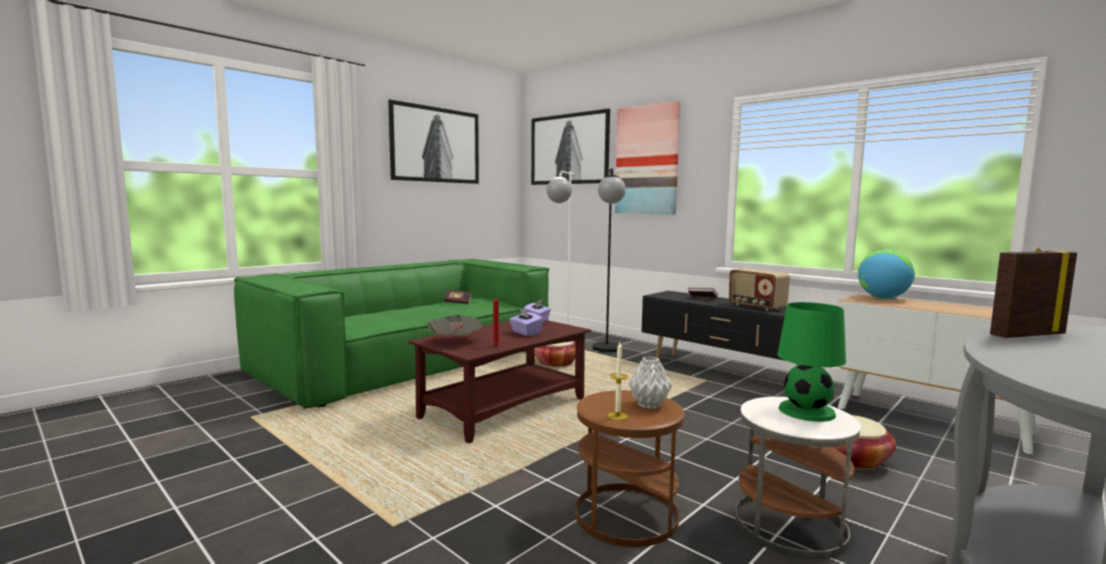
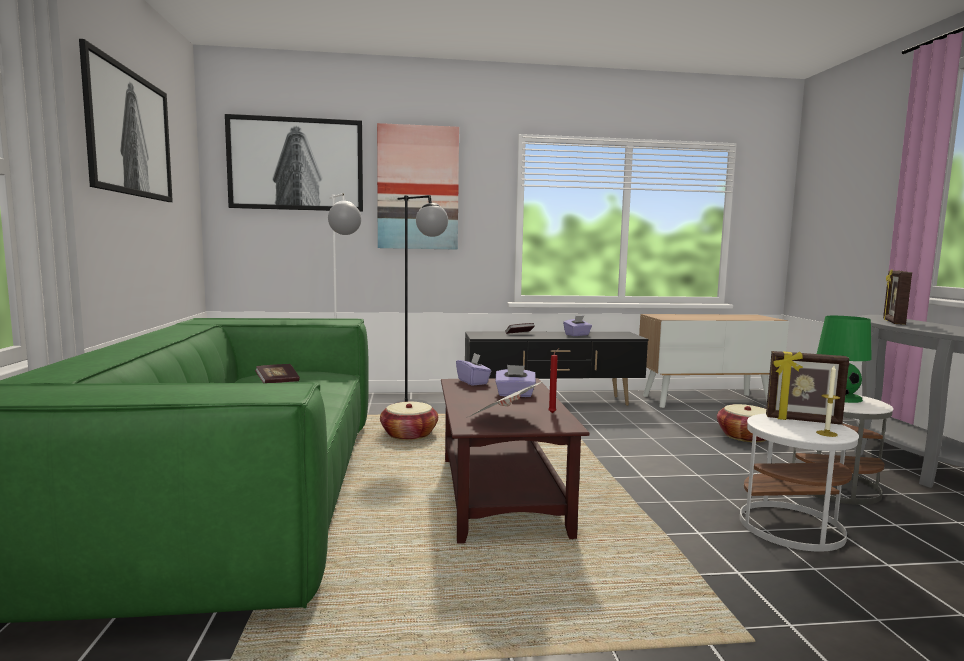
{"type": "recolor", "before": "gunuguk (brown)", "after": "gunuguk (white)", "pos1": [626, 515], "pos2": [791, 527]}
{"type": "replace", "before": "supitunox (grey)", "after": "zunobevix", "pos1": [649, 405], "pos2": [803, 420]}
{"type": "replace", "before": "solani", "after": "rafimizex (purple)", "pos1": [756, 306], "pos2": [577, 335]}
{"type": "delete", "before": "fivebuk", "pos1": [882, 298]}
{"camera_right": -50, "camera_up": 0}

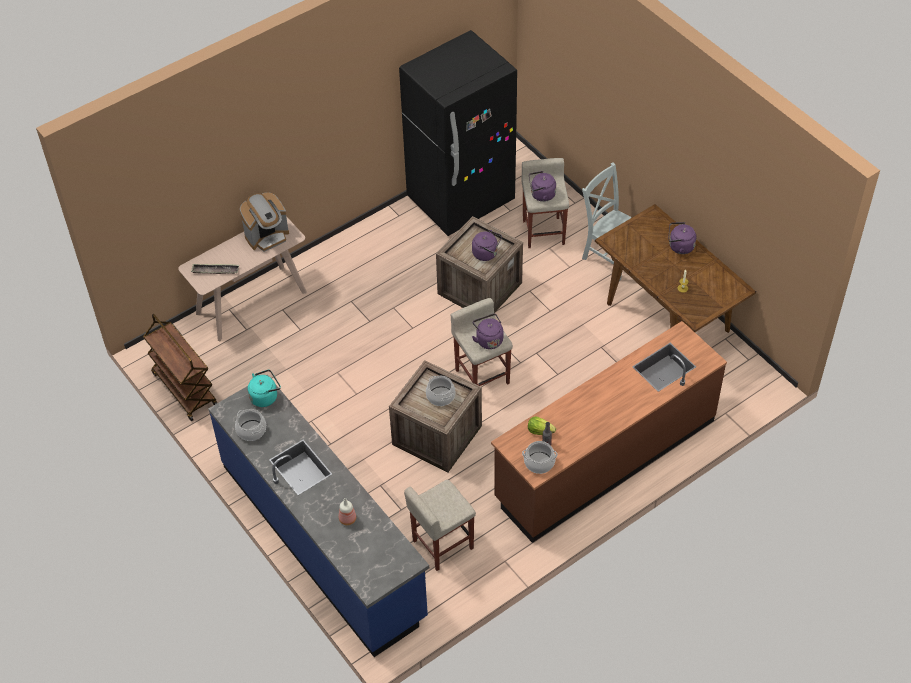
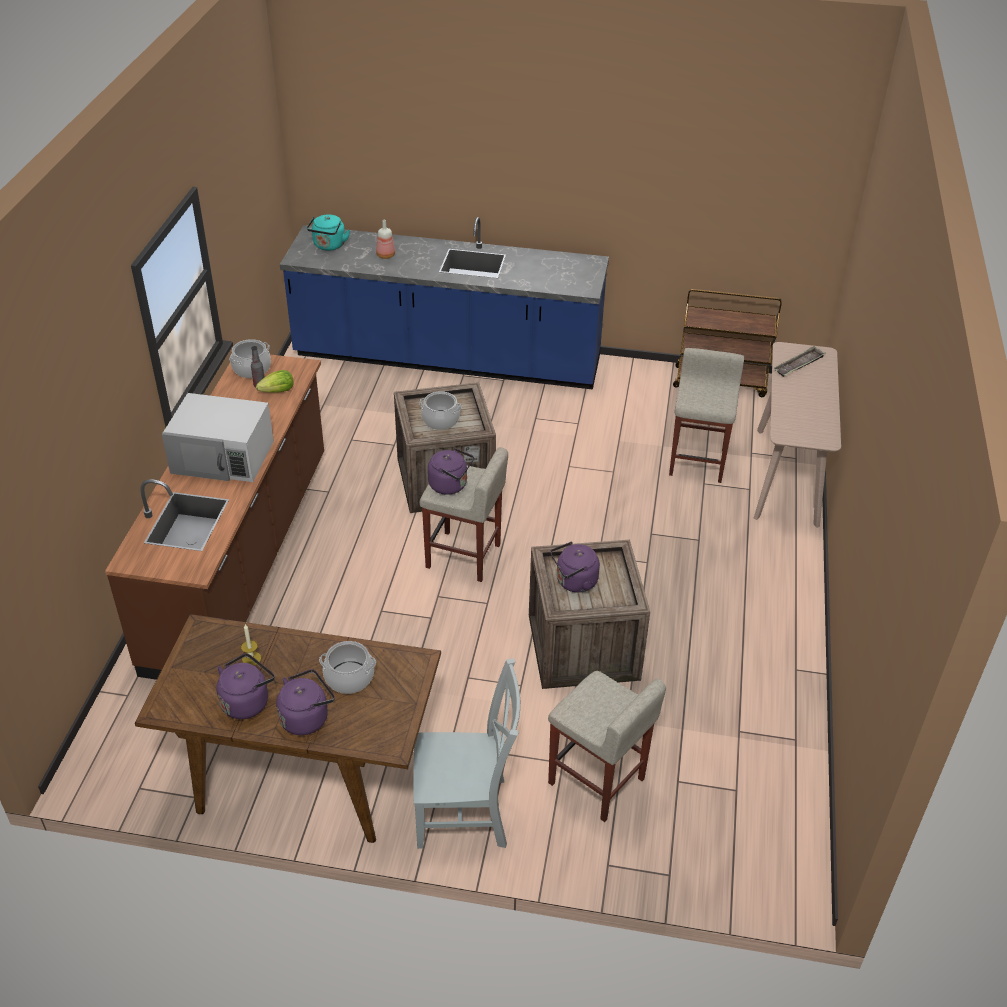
{"type": "move", "before": "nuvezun", "pos1": [251, 430], "pos2": [349, 677]}
{"type": "delete", "before": "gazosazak", "pos1": [267, 236]}
{"type": "move", "before": "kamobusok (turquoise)", "pos1": [265, 396], "pos2": [329, 246]}
{"type": "delete", "before": "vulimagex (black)", "pos1": [461, 200]}
{"type": "move", "before": "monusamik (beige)", "pos1": [442, 545], "pos2": [697, 461]}
{"type": "move", "before": "kamobusok (purple)", "pos1": [541, 195], "pos2": [247, 701]}
{"type": "insert", "after": "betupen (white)", "pos2": [223, 457]}
{"camera_right": 135, "camera_up": -10}

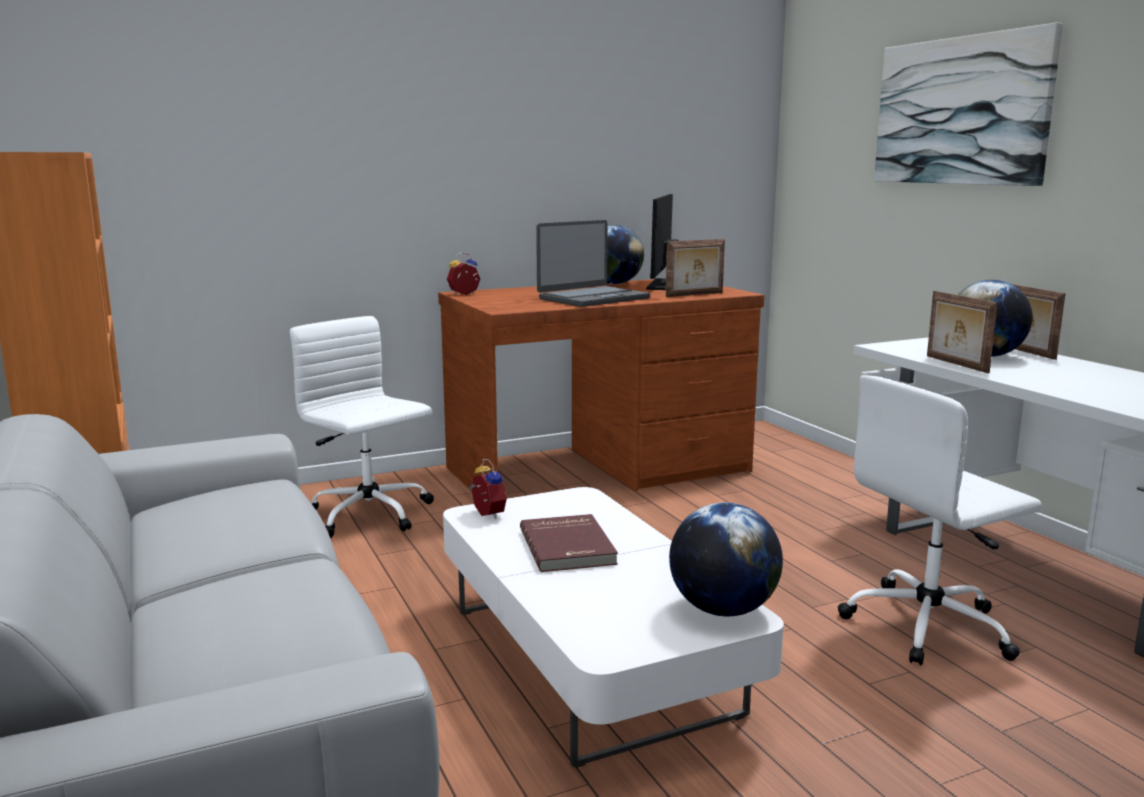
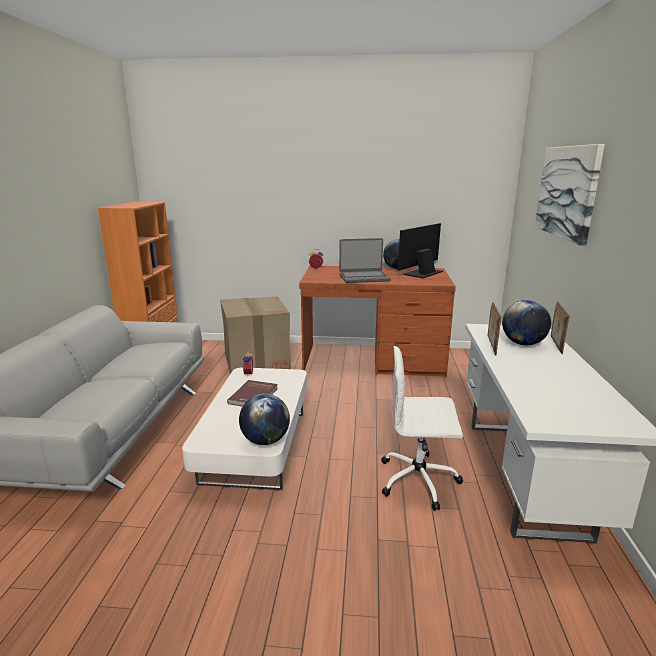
{"type": "replace", "before": "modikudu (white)", "after": "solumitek", "pos1": [370, 515], "pos2": [256, 361]}
{"type": "delete", "before": "zunobevix", "pos1": [695, 295]}
{"camera_right": 30, "camera_up": 5}

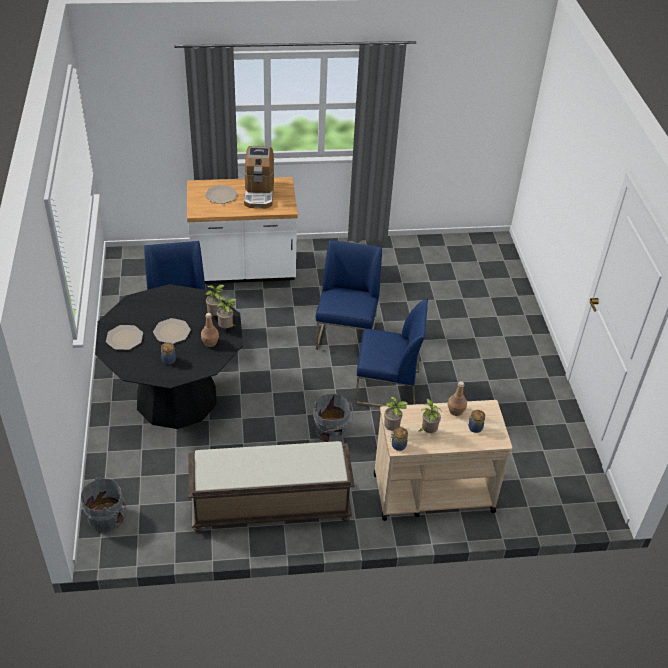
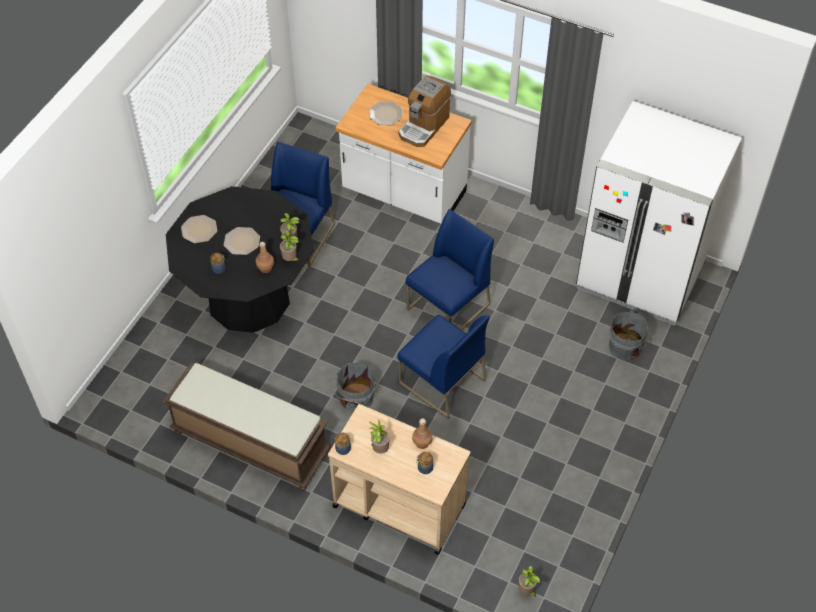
{"type": "move", "before": "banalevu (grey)", "pos1": [108, 516], "pos2": [626, 347]}
{"type": "move", "before": "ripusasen", "pos1": [392, 429], "pos2": [527, 591]}
{"type": "insert", "after": "vulimagex (white)", "pos2": [640, 277]}
{"camera_right": 35, "camera_up": 10}

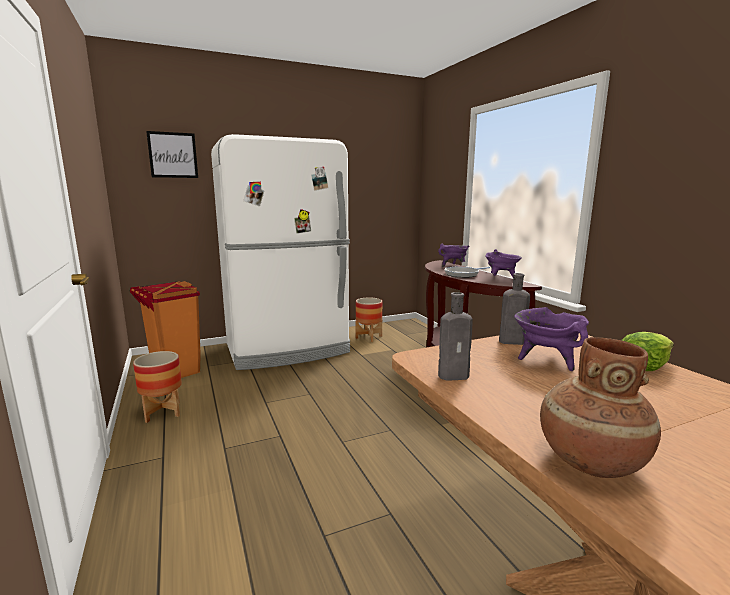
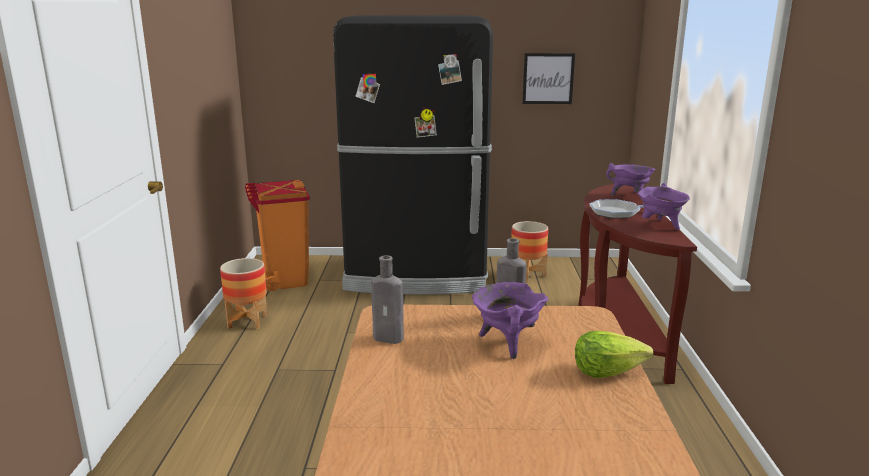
{"type": "move", "before": "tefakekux", "pos1": [173, 155], "pos2": [548, 78]}
{"type": "recolor", "before": "vulimagex (white)", "after": "vulimagex (black)", "pos1": [288, 349], "pos2": [417, 275]}
{"type": "delete", "before": "supitunox (brown)", "pos1": [589, 461]}
{"camera_right": 25, "camera_up": 5}

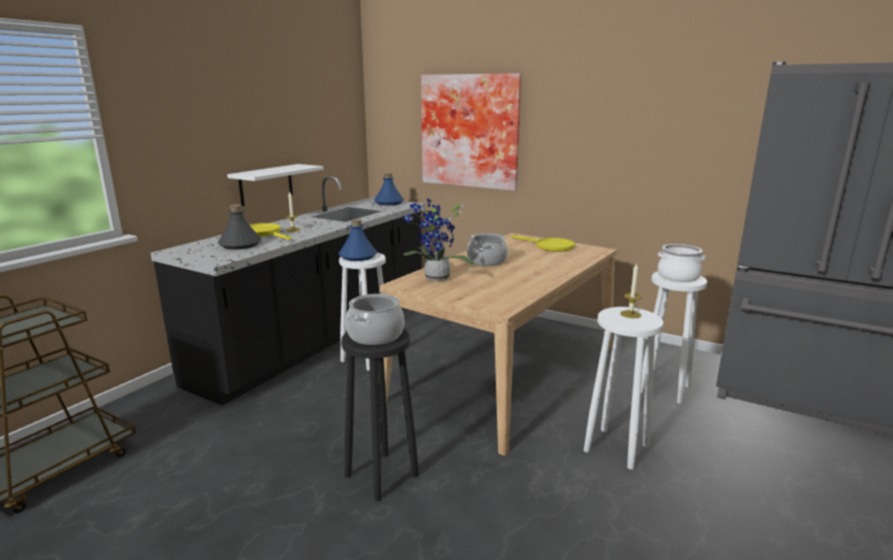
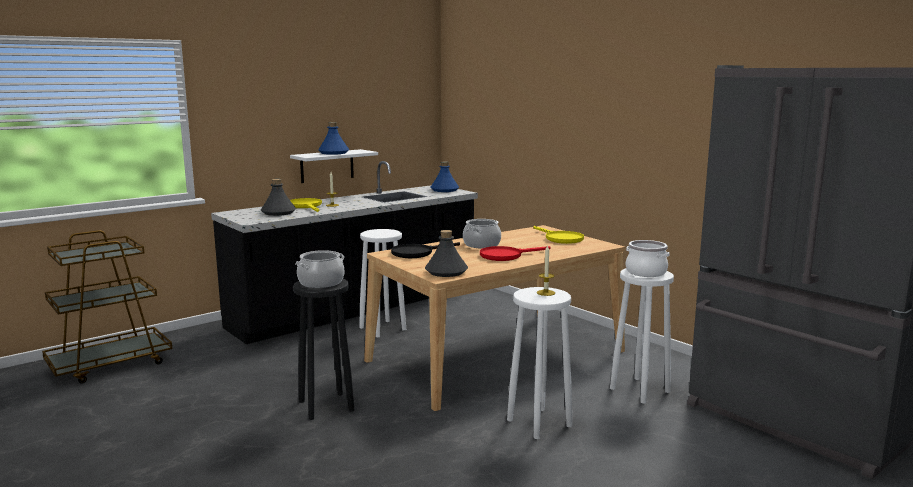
{"type": "move", "before": "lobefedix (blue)", "pos1": [358, 256], "pos2": [333, 153]}
{"type": "replace", "before": "ripusasen", "after": "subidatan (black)", "pos1": [435, 279], "pos2": [417, 253]}
{"type": "delete", "before": "tefakekux", "pos1": [471, 131]}
{"type": "insert", "after": "lobefedix (grey)", "pos2": [446, 272]}
{"type": "insert", "after": "subidatan (red)", "pos2": [506, 256]}
{"camera_right": 20, "camera_up": -5}

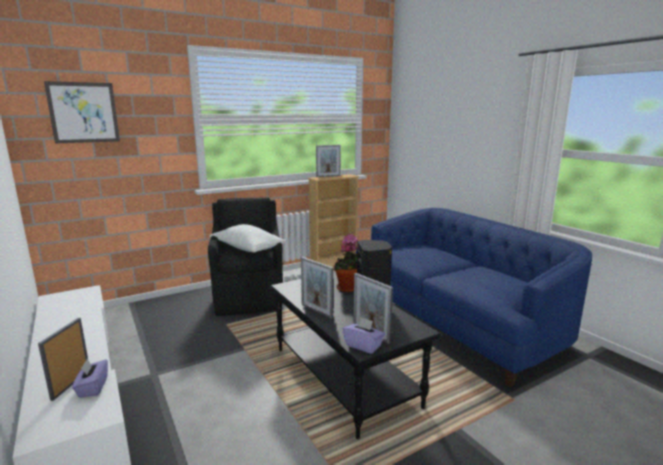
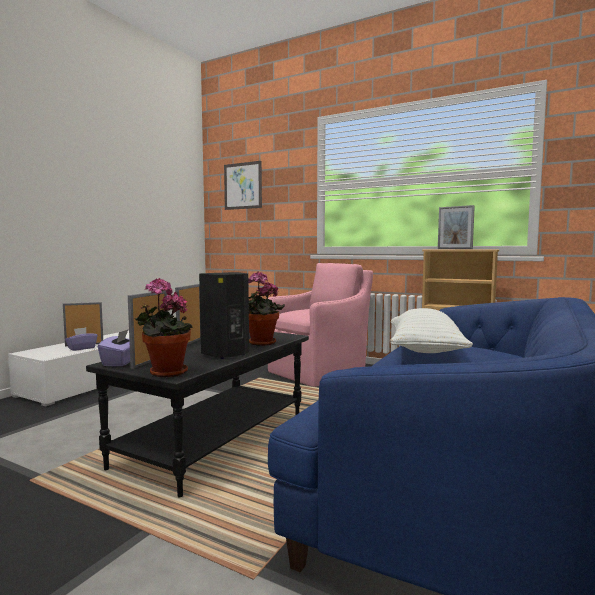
{"type": "recolor", "before": "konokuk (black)", "after": "konokuk (pink)", "pos1": [249, 298], "pos2": [319, 372]}
{"type": "move", "before": "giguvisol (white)", "pos1": [247, 249], "pos2": [425, 349]}
{"type": "insert", "after": "ripusasen", "pos2": [165, 373]}
{"camera_right": 60, "camera_up": -10}

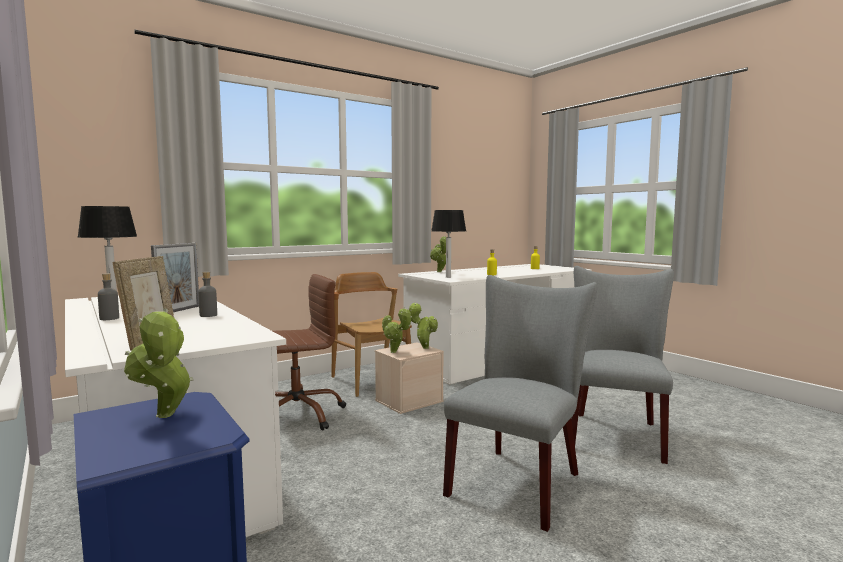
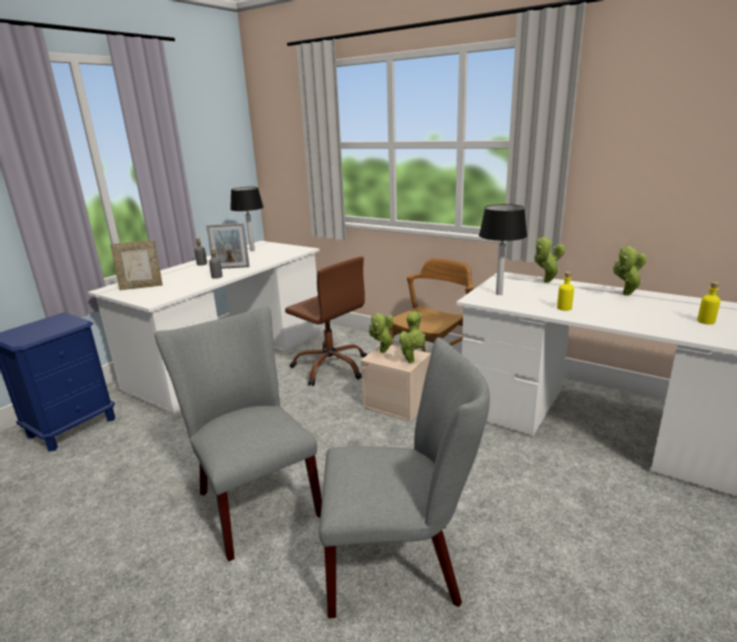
{"type": "move", "before": "ripusasen", "pos1": [165, 417], "pos2": [625, 295]}
{"type": "rotate", "before": "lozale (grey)", "pos1": [519, 480], "pos2": [253, 499], "turn": -135}
{"camera_right": 70, "camera_up": 15}

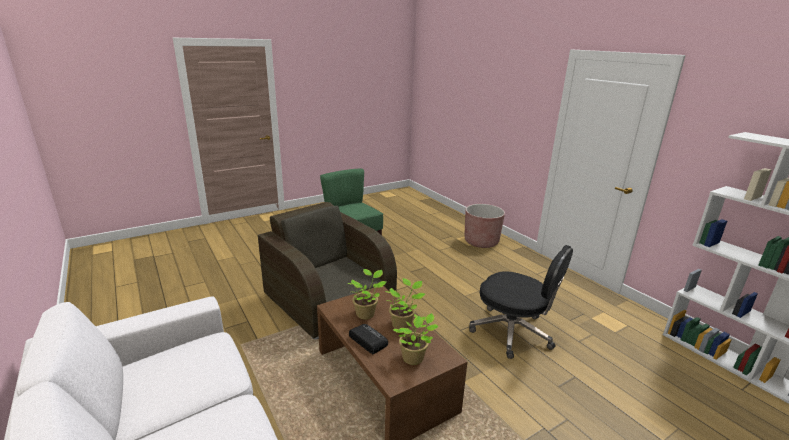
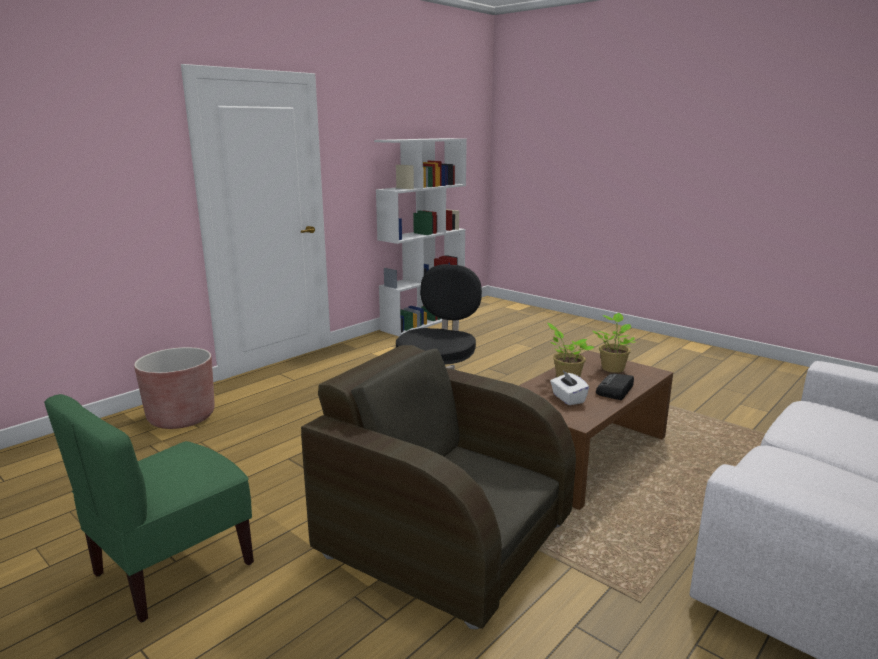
{"type": "rotate", "before": "konokuk (brown)", "pos1": [329, 300], "pos2": [444, 538], "turn": 90}
{"type": "replace", "before": "ripusasen", "after": "rafimizex (white)", "pos1": [366, 313], "pos2": [568, 398]}
{"camera_right": -105, "camera_up": -5}

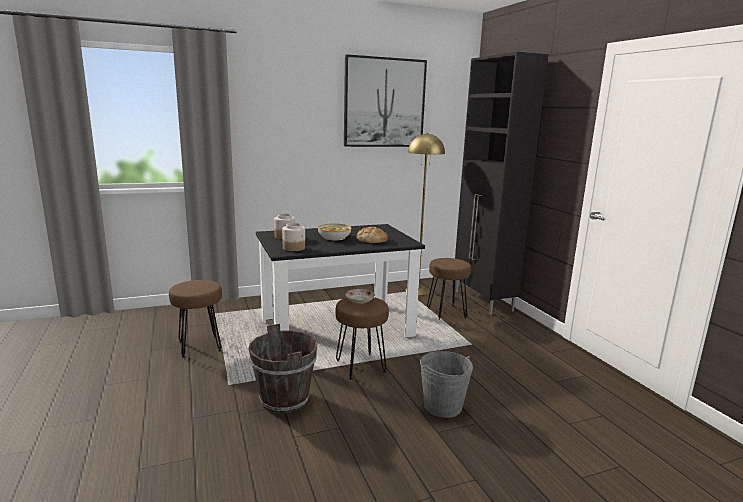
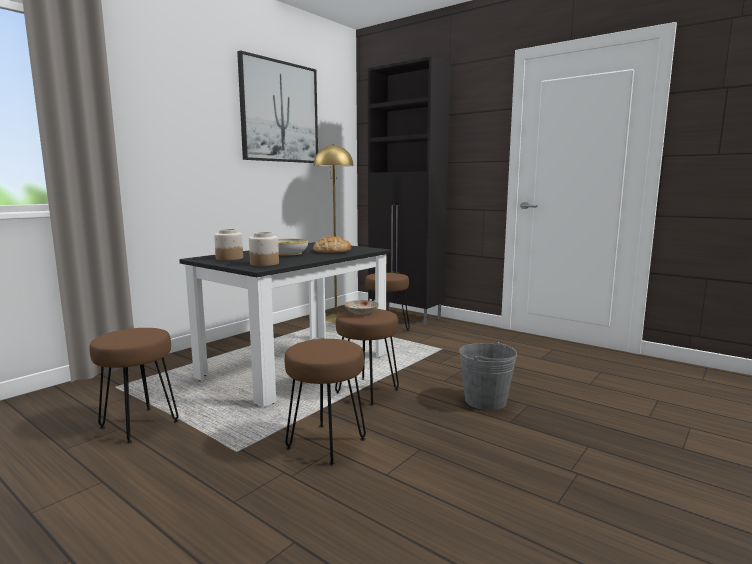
{"type": "replace", "before": "banalevu (brown)", "after": "monusamik (brown)", "pos1": [284, 399], "pos2": [326, 444]}
{"camera_right": -30, "camera_up": -5}

